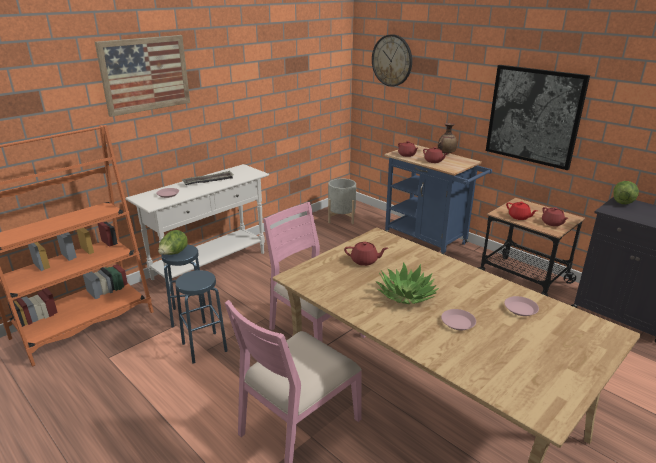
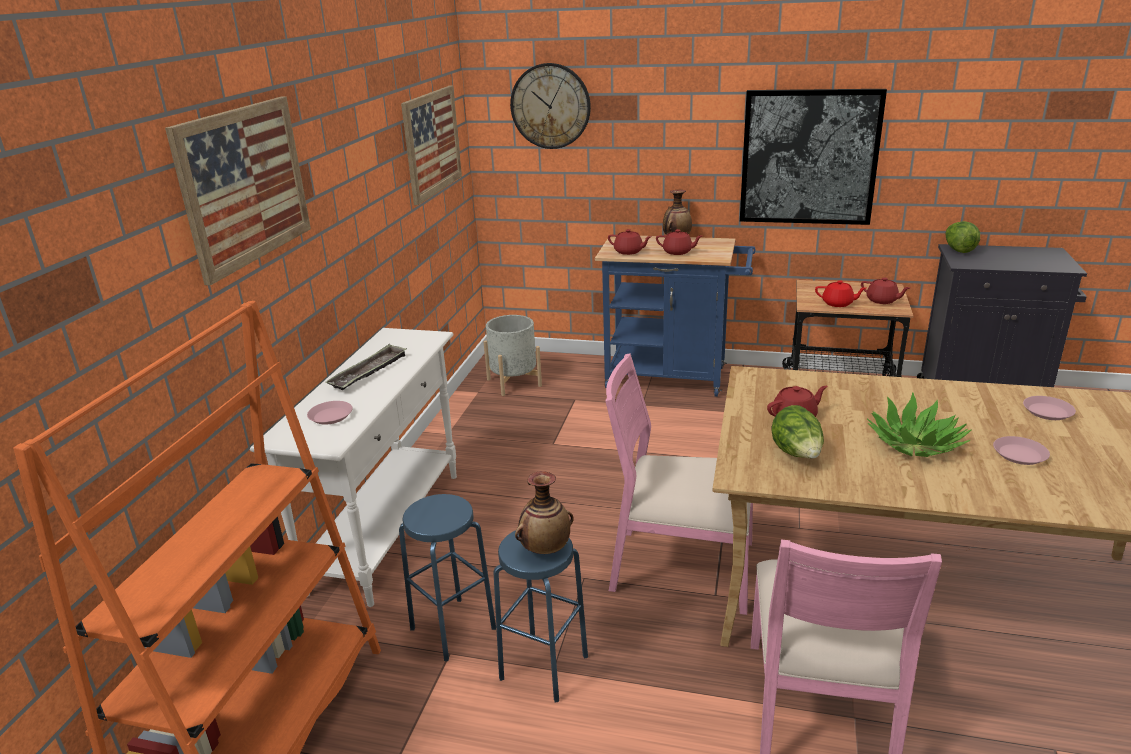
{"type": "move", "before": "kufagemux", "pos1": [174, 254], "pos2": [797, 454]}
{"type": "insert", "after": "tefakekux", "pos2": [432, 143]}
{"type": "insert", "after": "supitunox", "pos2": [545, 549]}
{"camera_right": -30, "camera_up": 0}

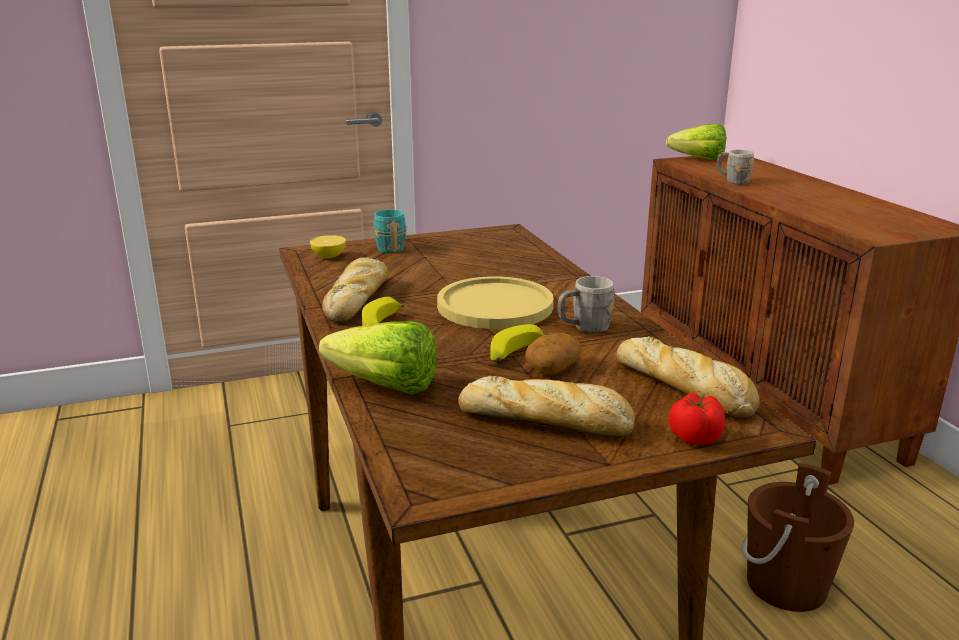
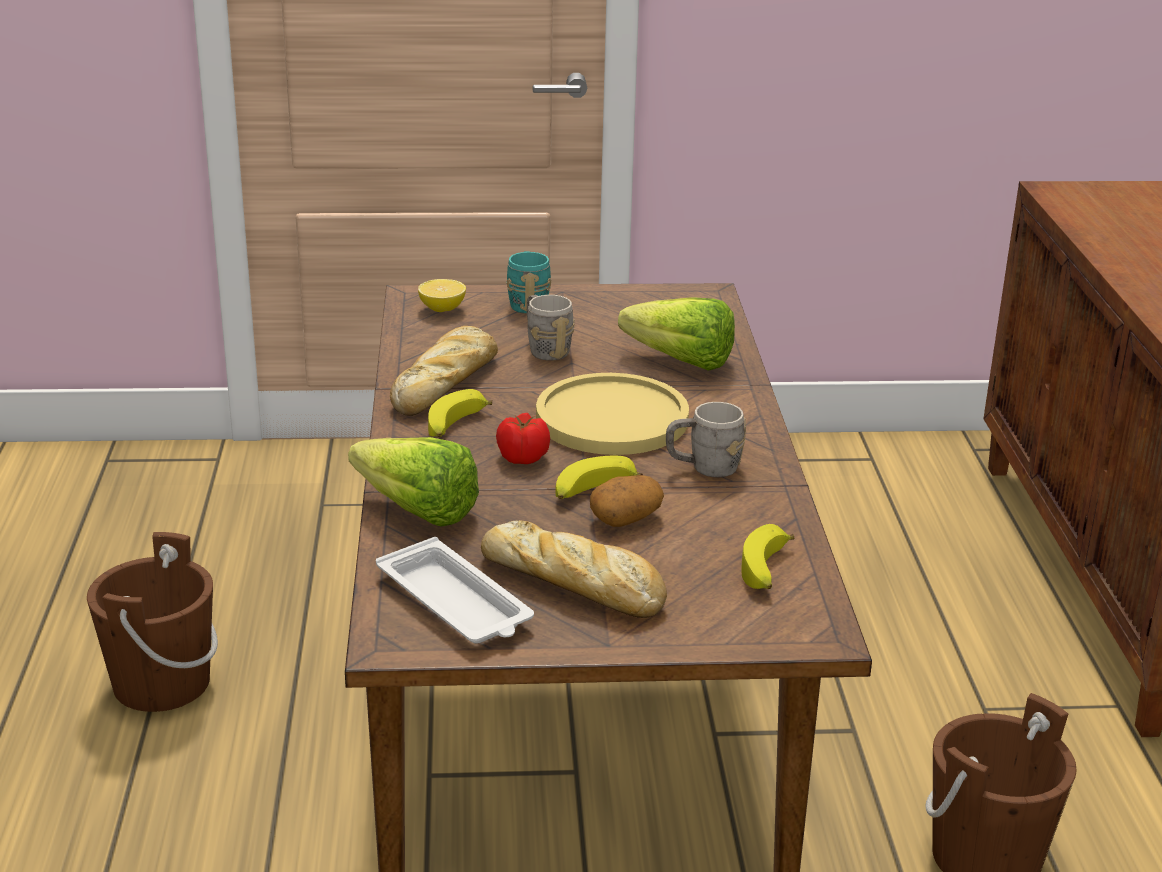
{"type": "replace", "before": "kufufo", "after": "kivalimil", "pos1": [685, 389], "pos2": [766, 571]}
{"type": "move", "before": "kufagemux", "pos1": [693, 159], "pos2": [673, 359]}
{"type": "move", "before": "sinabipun", "pos1": [694, 438], "pos2": [522, 457]}
{"type": "move", "before": "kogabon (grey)", "pos1": [732, 181], "pos2": [545, 349]}
{"type": "insert", "after": "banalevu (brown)", "pos2": [161, 683]}
{"type": "insert", "after": "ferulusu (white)", "pos2": [456, 603]}
{"camera_right": 15, "camera_up": 5}

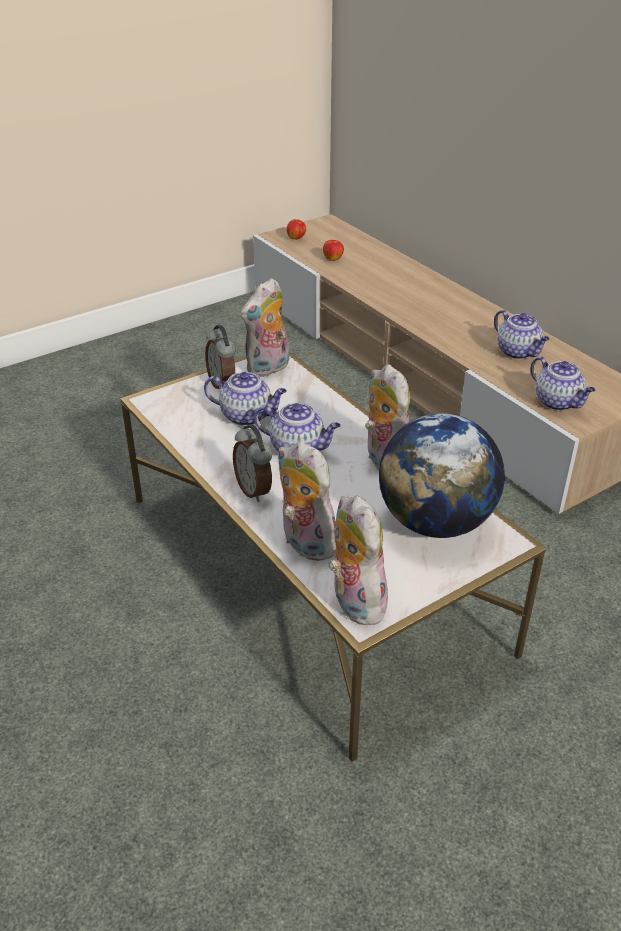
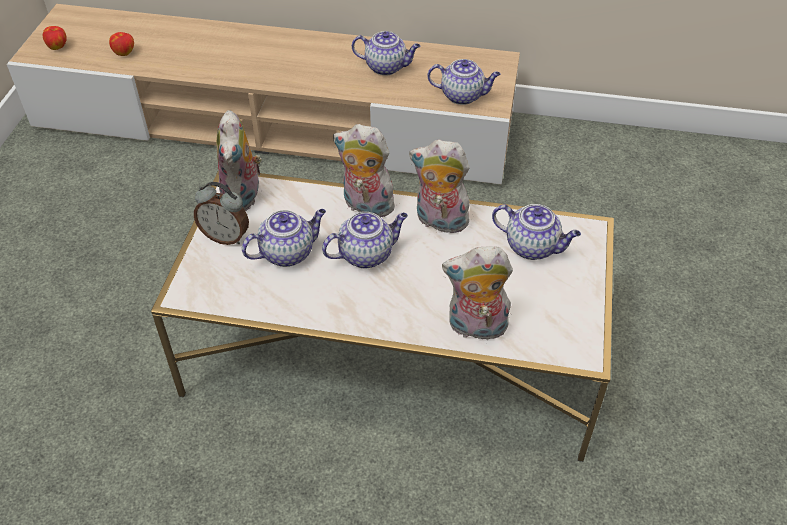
{"type": "delete", "before": "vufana", "pos1": [254, 490]}
{"type": "move", "before": "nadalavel", "pos1": [354, 601], "pos2": [365, 206]}
{"type": "replace", "before": "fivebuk", "after": "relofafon", "pos1": [436, 522], "pos2": [533, 247]}
{"camera_right": -45, "camera_up": 10}

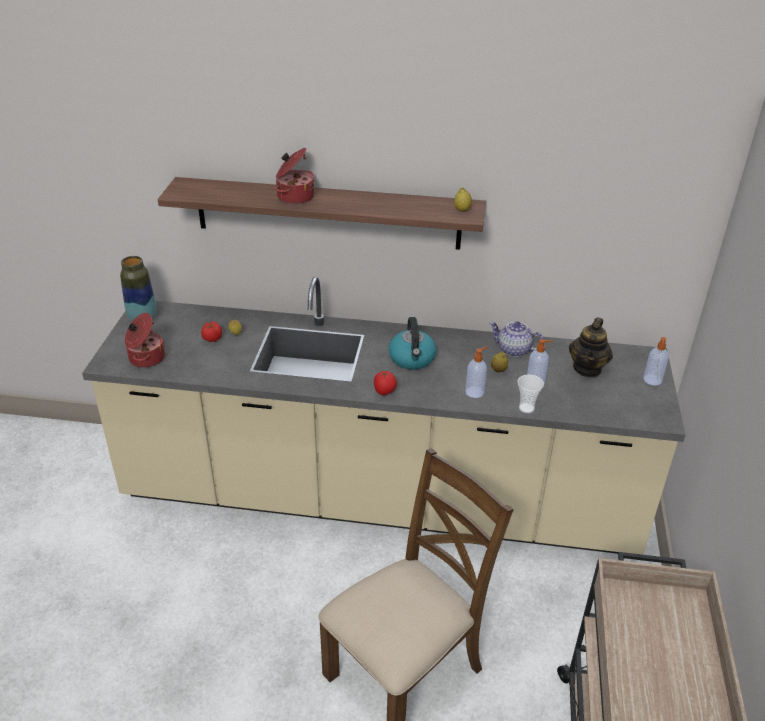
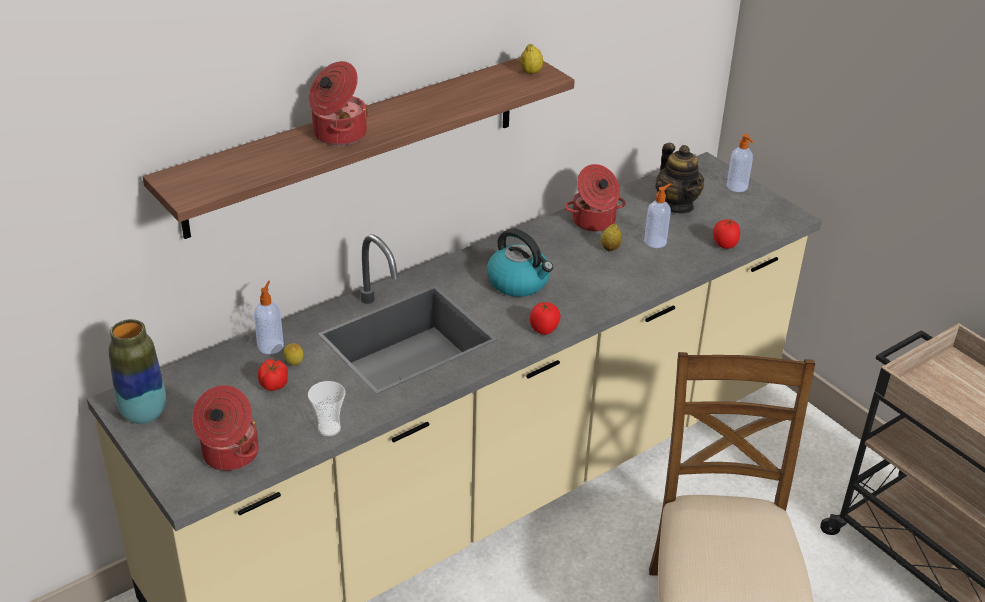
{"type": "move", "before": "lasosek", "pos1": [475, 392], "pos2": [271, 345]}
{"type": "replace", "before": "relofafon", "after": "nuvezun", "pos1": [513, 350], "pos2": [594, 222]}
{"type": "move", "before": "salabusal", "pos1": [526, 408], "pos2": [329, 428]}
{"type": "insert", "after": "sinabipun", "pos2": [724, 245]}
{"camera_right": -45, "camera_up": 0}

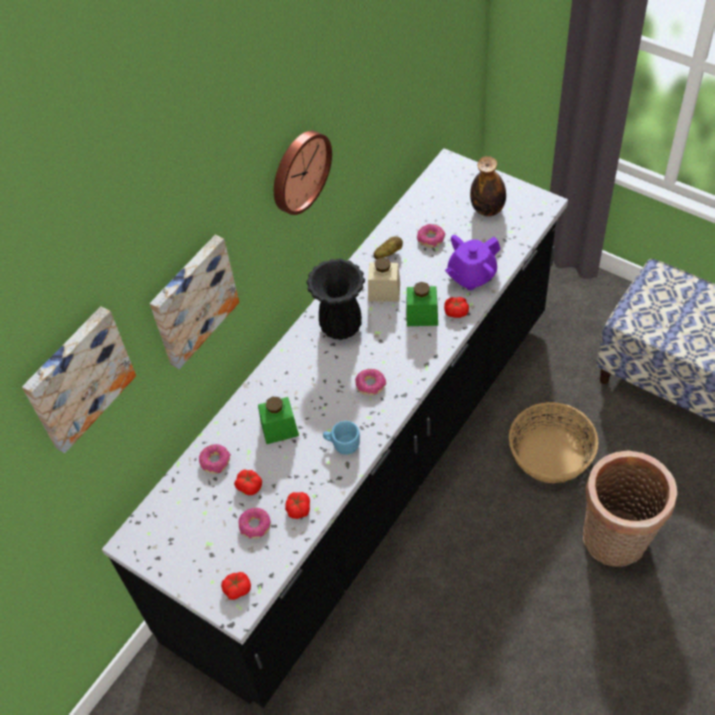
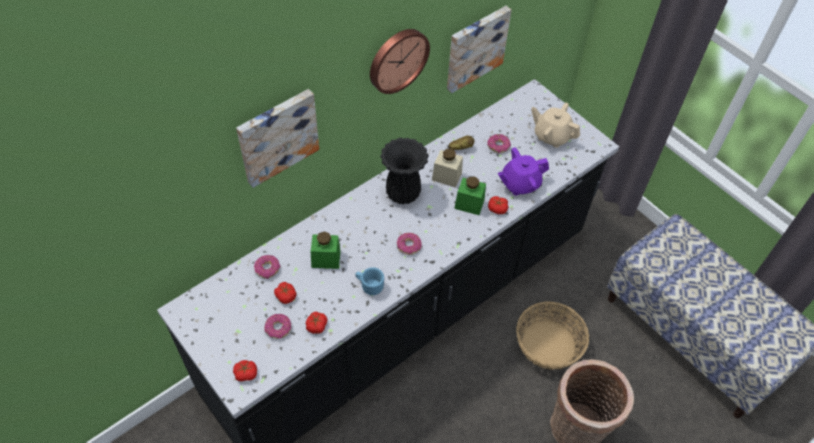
{"type": "move", "before": "tefakekux", "pos1": [77, 378], "pos2": [475, 47]}
{"type": "replace", "before": "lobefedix", "after": "relofafon (beige)", "pos1": [487, 209], "pos2": [551, 136]}
{"camera_right": 10, "camera_up": 0}

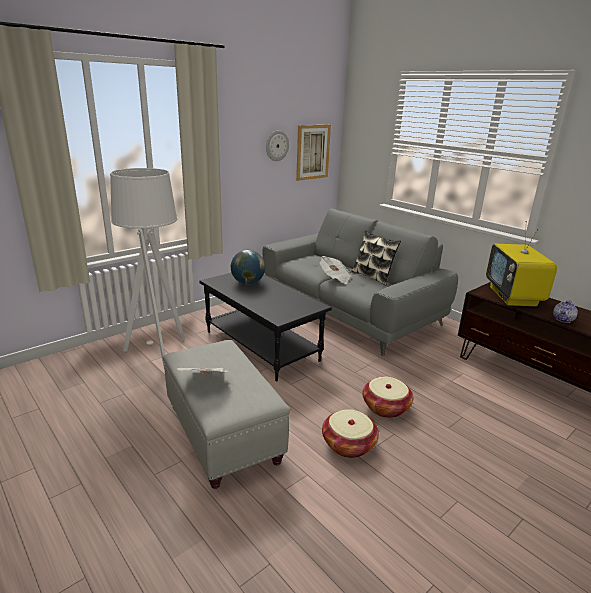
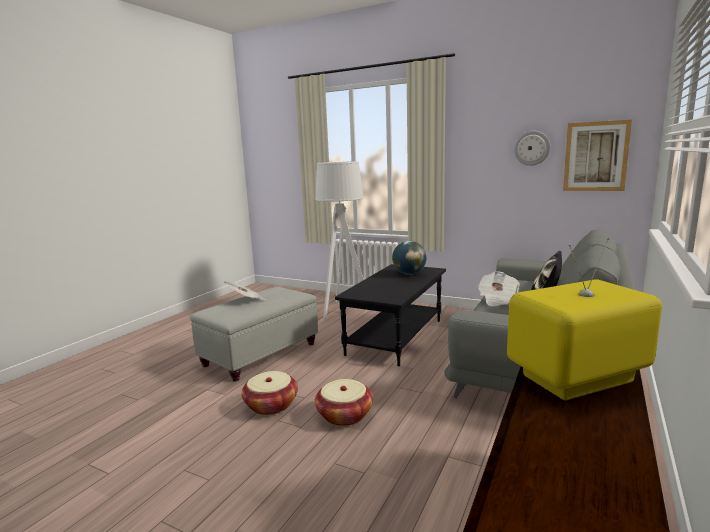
{"type": "delete", "before": "relofafon", "pos1": [563, 319]}
{"camera_right": 70, "camera_up": -10}

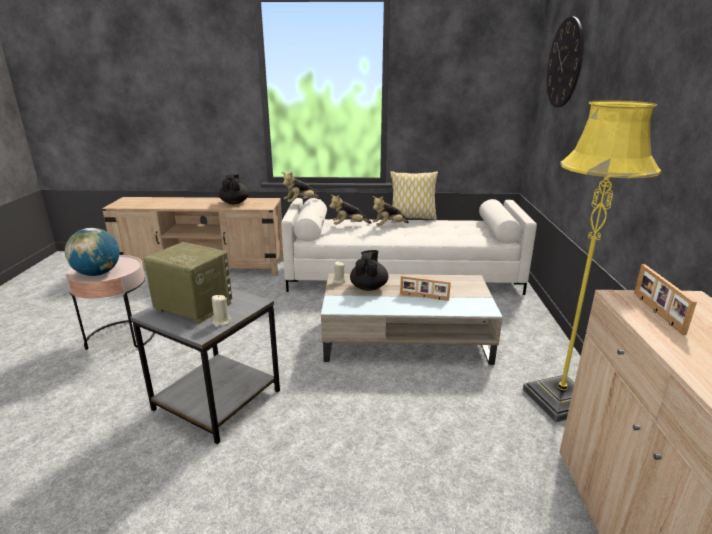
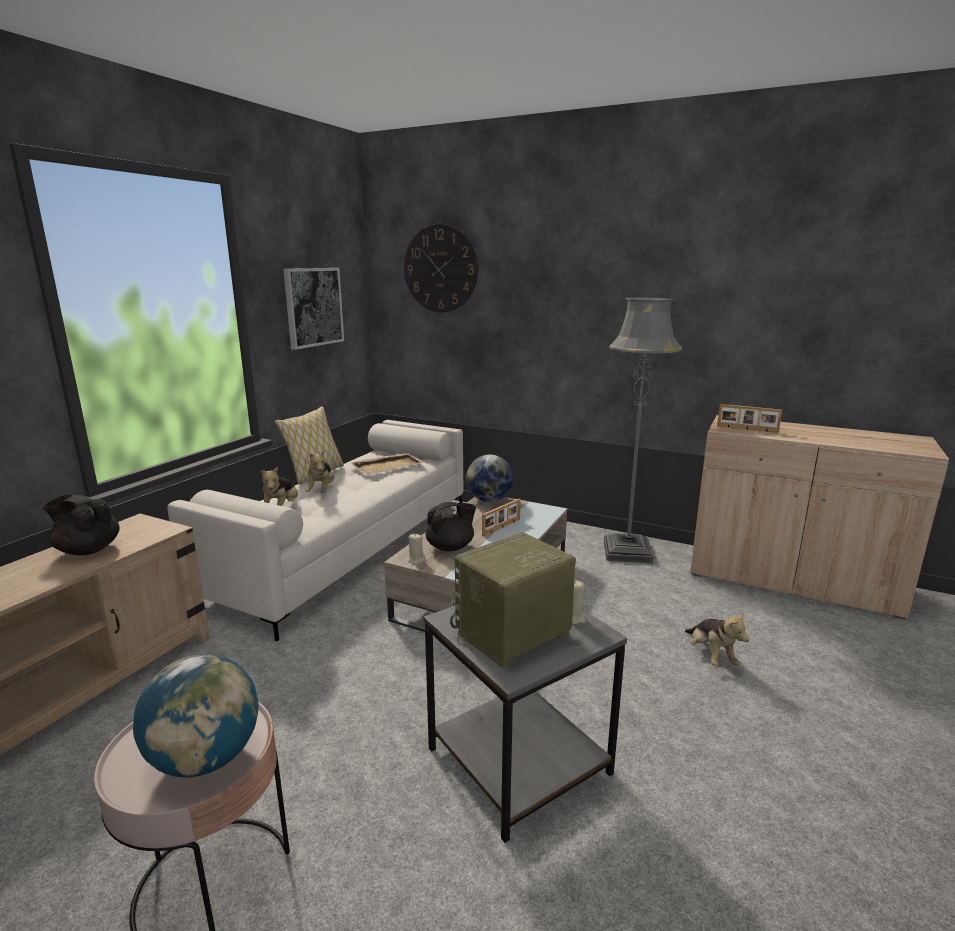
{"type": "move", "before": "nadalavel", "pos1": [300, 203], "pos2": [711, 655]}
{"type": "rotate", "before": "relofafon (black)", "pos1": [369, 287], "pos2": [451, 547], "turn": 120}
{"type": "recolor", "before": "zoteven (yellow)", "after": "zoteven (grey)", "pos1": [559, 400], "pos2": [627, 552]}
{"type": "insert", "after": "tefakekux", "pos2": [313, 307]}
{"type": "insert", "after": "ferulusu (beige)", "pos2": [388, 466]}
{"type": "insert", "after": "fivebuk", "pos2": [489, 500]}
{"camera_right": -65, "camera_up": -5}

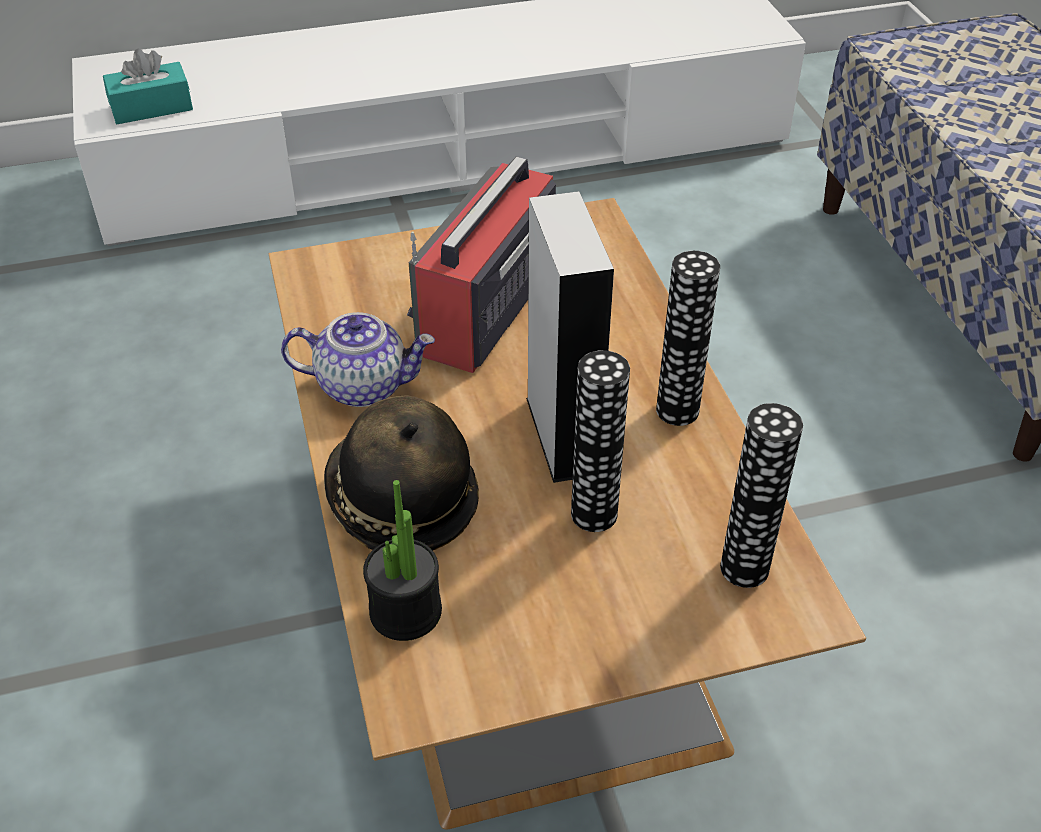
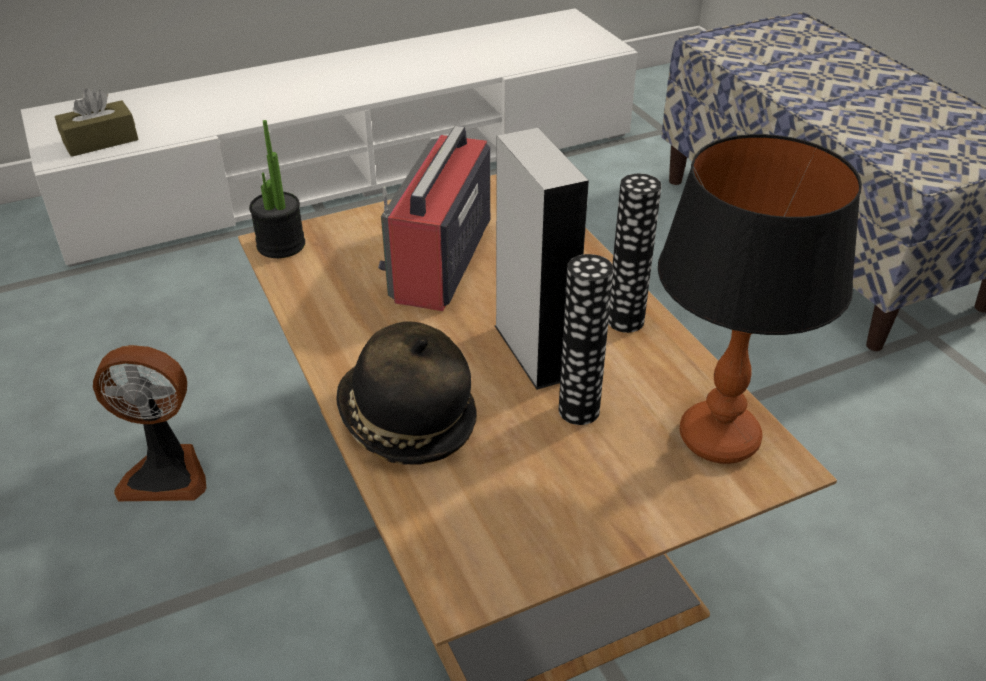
{"type": "recolor", "before": "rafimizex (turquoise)", "after": "rafimizex (brown)", "pos1": [151, 107], "pos2": [100, 141]}
{"type": "delete", "before": "relofafon", "pos1": [364, 385]}
{"type": "move", "before": "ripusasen", "pos1": [405, 611], "pos2": [281, 245]}
{"type": "replace", "before": "supitunox", "after": "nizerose", "pos1": [744, 568], "pos2": [719, 437]}
{"type": "insert", "after": "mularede", "pos2": [166, 473]}
{"camera_right": -10, "camera_up": -5}

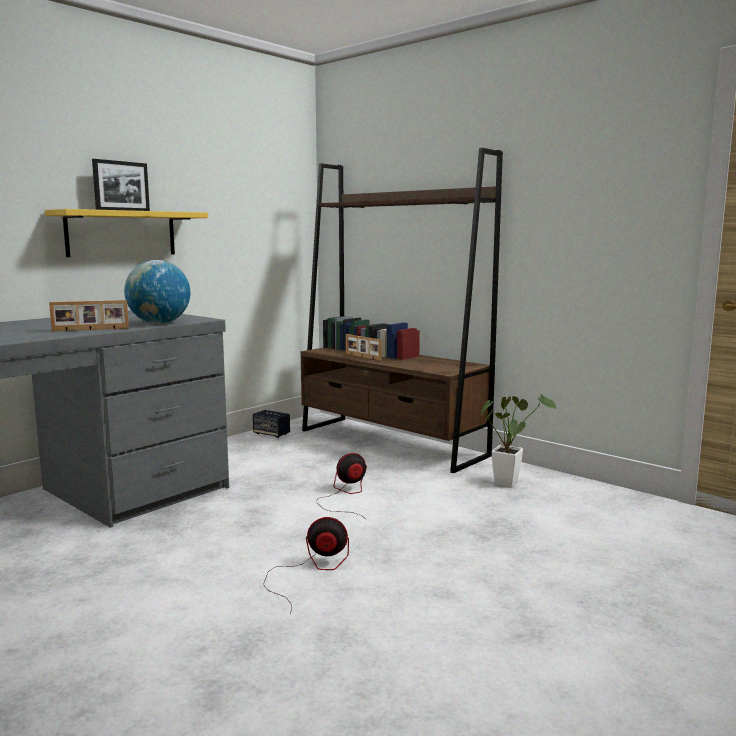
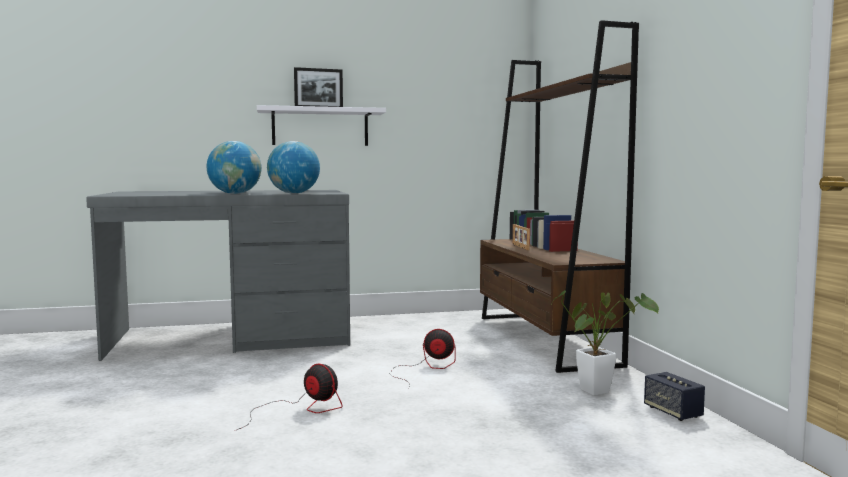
{"type": "recolor", "before": "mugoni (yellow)", "after": "mugoni (white)", "pos1": [121, 233], "pos2": [320, 127]}
{"type": "replace", "before": "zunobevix", "after": "fivebuk", "pos1": [90, 330], "pos2": [235, 193]}
{"type": "move", "before": "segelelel", "pos1": [271, 434], "pos2": [672, 412]}
{"camera_right": 35, "camera_up": -5}

